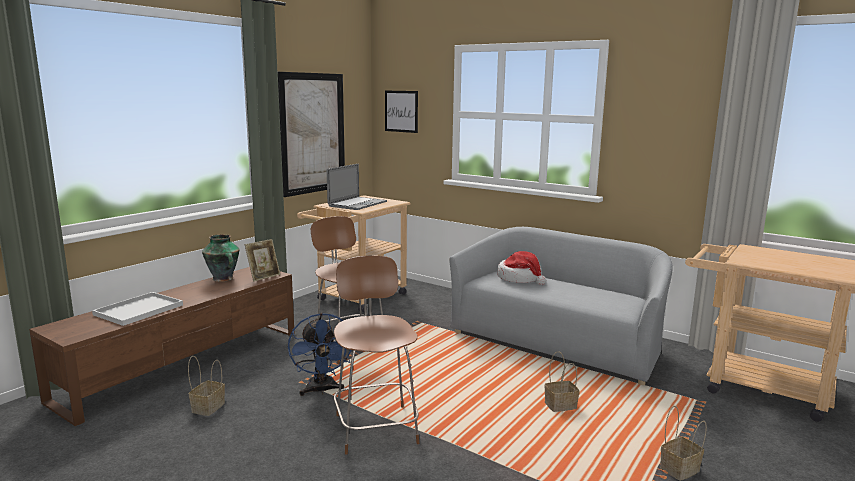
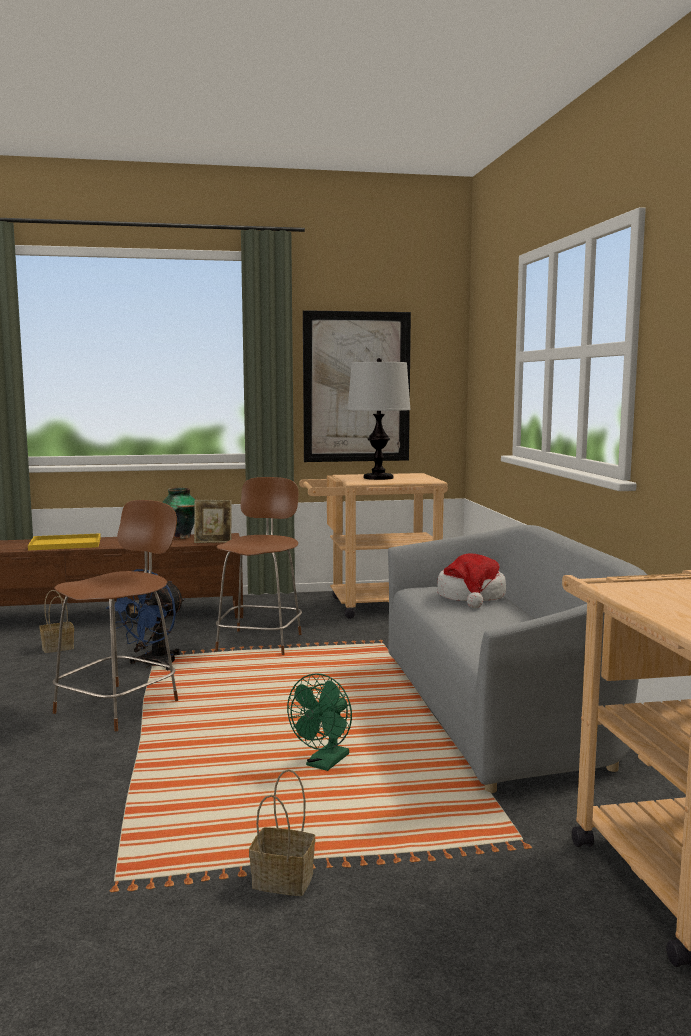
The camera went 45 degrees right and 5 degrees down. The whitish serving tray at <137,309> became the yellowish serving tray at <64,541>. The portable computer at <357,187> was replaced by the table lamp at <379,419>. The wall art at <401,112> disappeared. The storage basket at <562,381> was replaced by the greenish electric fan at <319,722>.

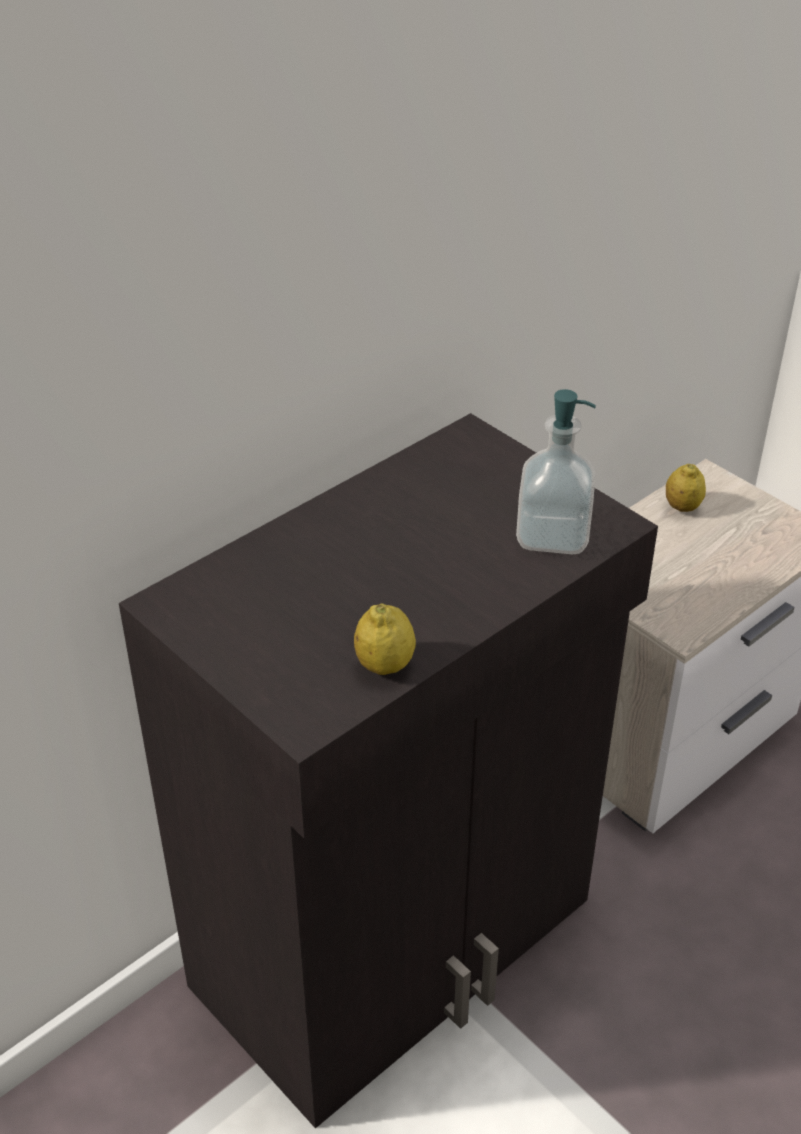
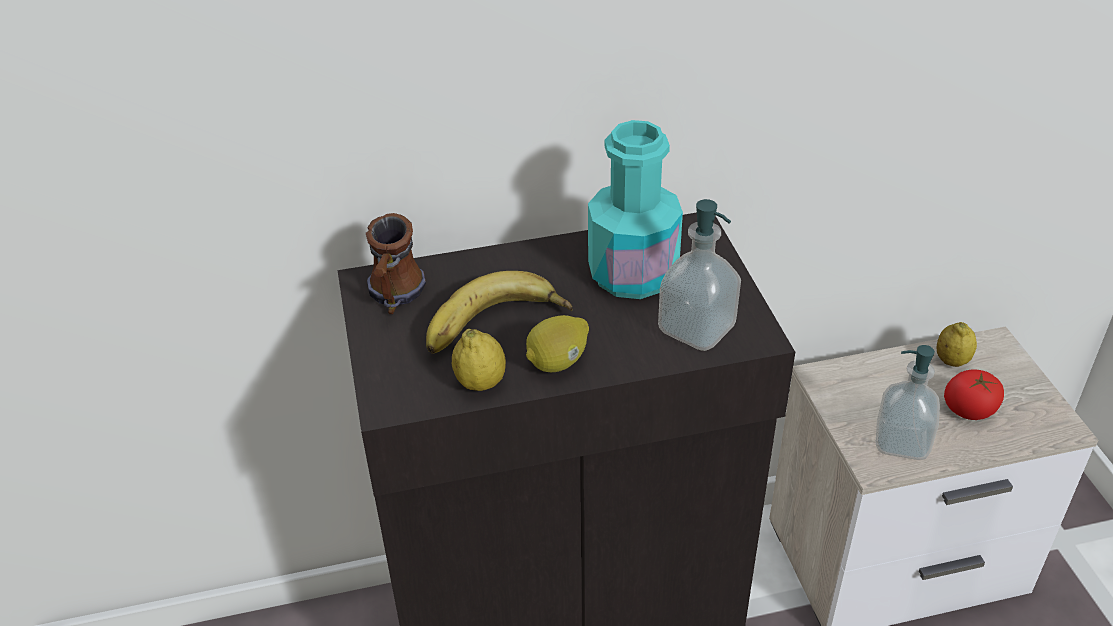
The camera went 30 degrees right and 0 degrees up. The tea mug at <396,263> appeared. The banana fruit at <499,312> appeared. The citrus fruit at <557,343> appeared. The turquoise-coloured drink bottle at <635,209> appeared. The soap dispenser at <908,402> appeared. The tomato at <974,394> appeared.

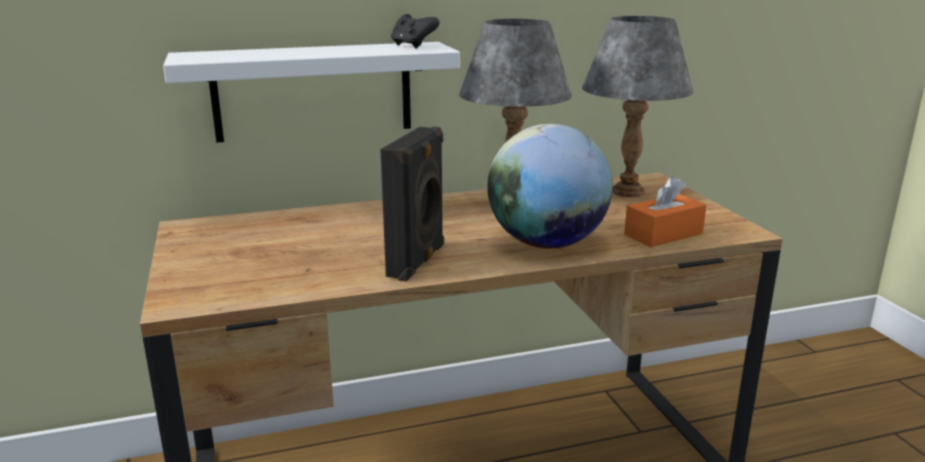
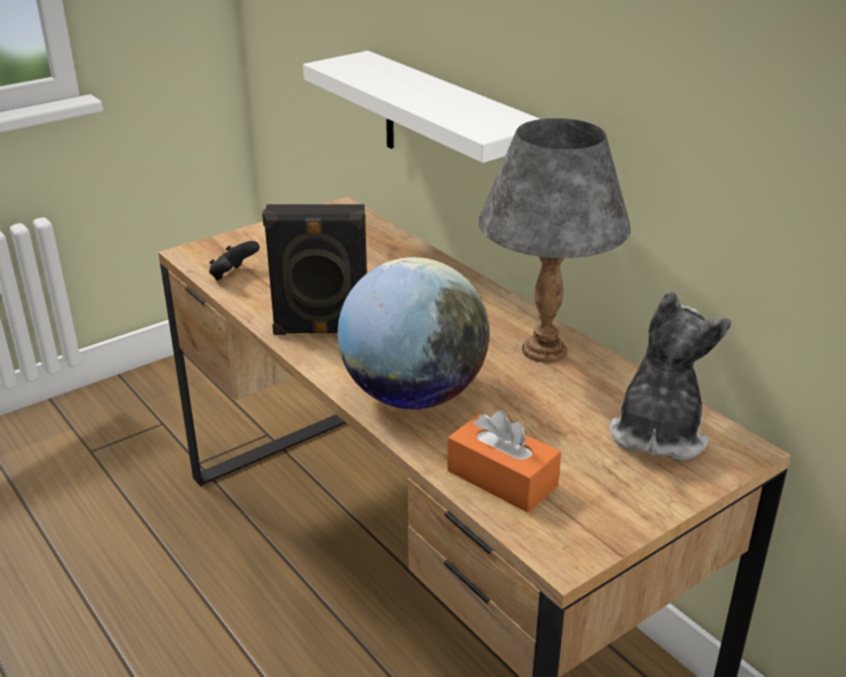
The camera went 70 degrees right and 10 degrees up. The black joypad moved from <415,31> to <234,261>. The grey table lamp at <637,106> was replaced by the plush toy at <670,376>.

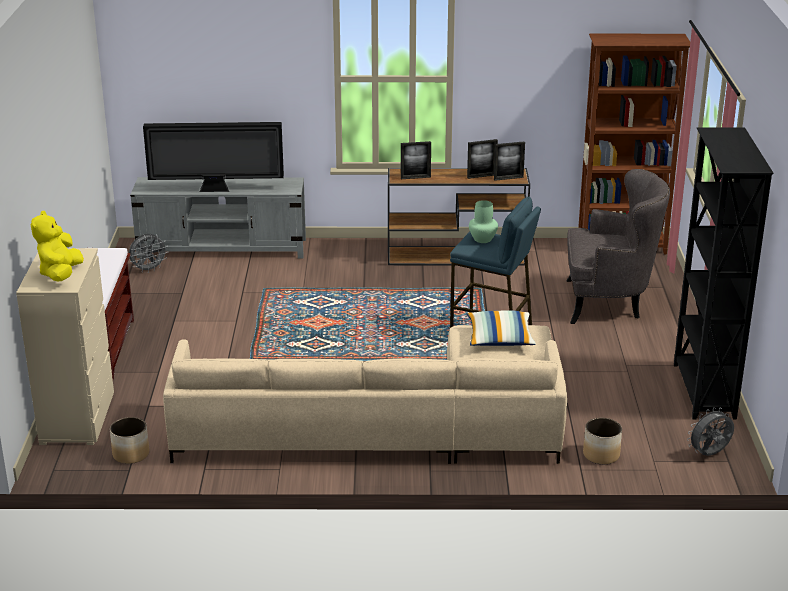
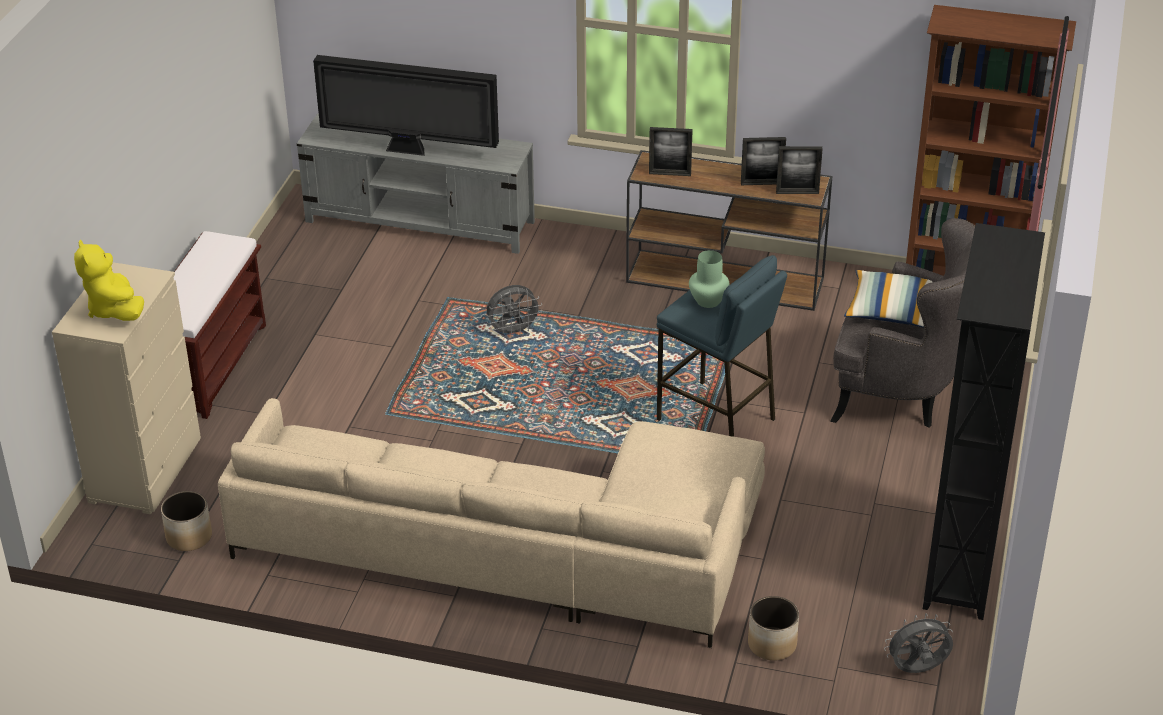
The camera went 15 degrees right and 10 degrees up. The yellowish plush toy at <57,246> turned 45 degrees counterclockwise. The grey electric fan moved from <148,253> to <514,311>. The pillow moved from <501,328> to <888,299>.

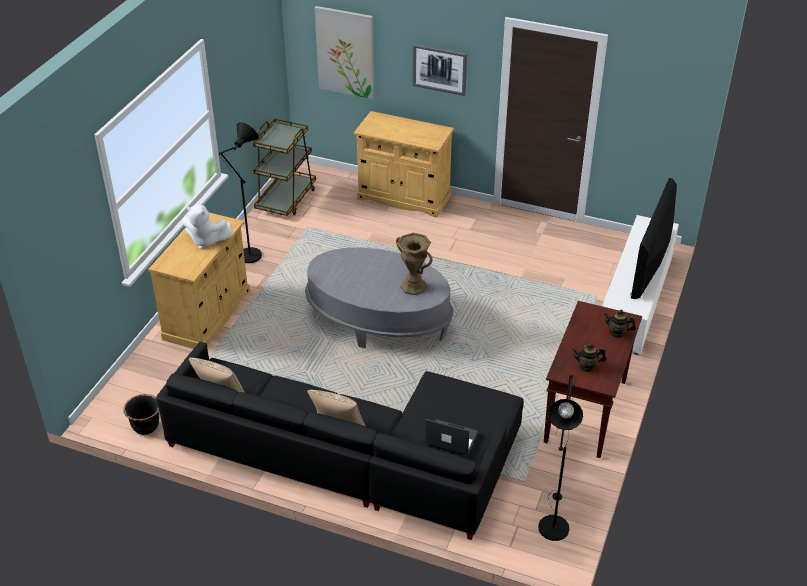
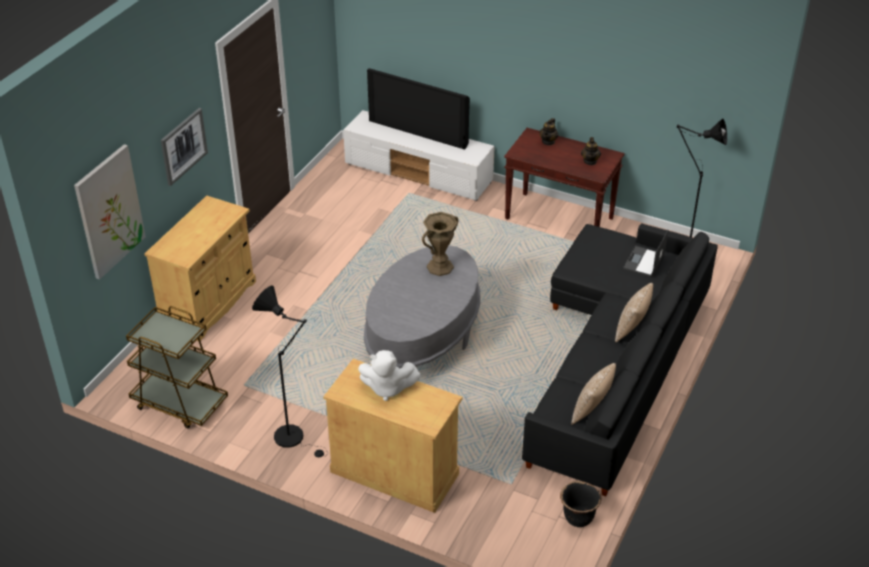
The camera went 85 degrees left and 0 degrees up. The whitish plush toy at <207,227> turned 75 degrees clockwise.

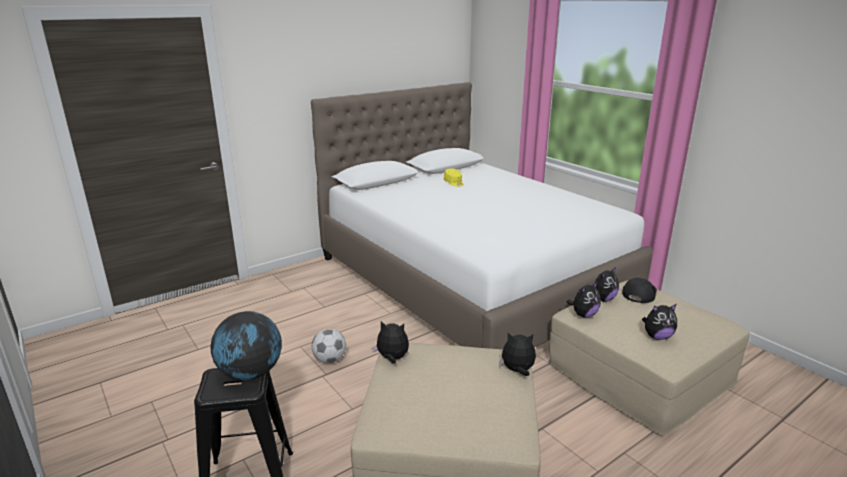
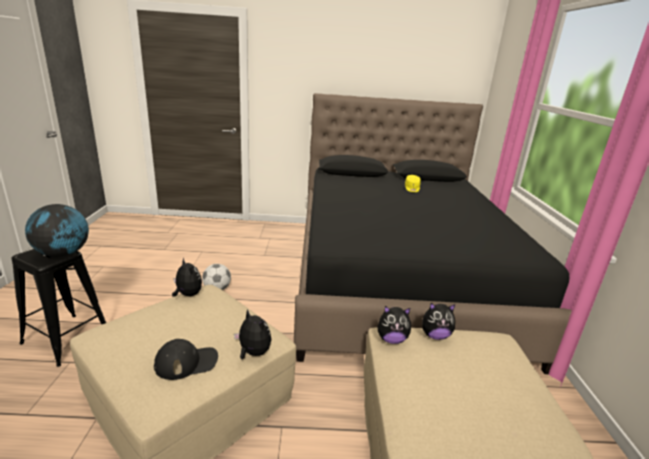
The camera went 35 degrees right and 0 degrees up. The whitish sleeping bed at <481,215> became the black sleeping bed at <433,233>. The black peaked cap moved from <639,290> to <186,359>. The plush toy at <659,322> disappeared.

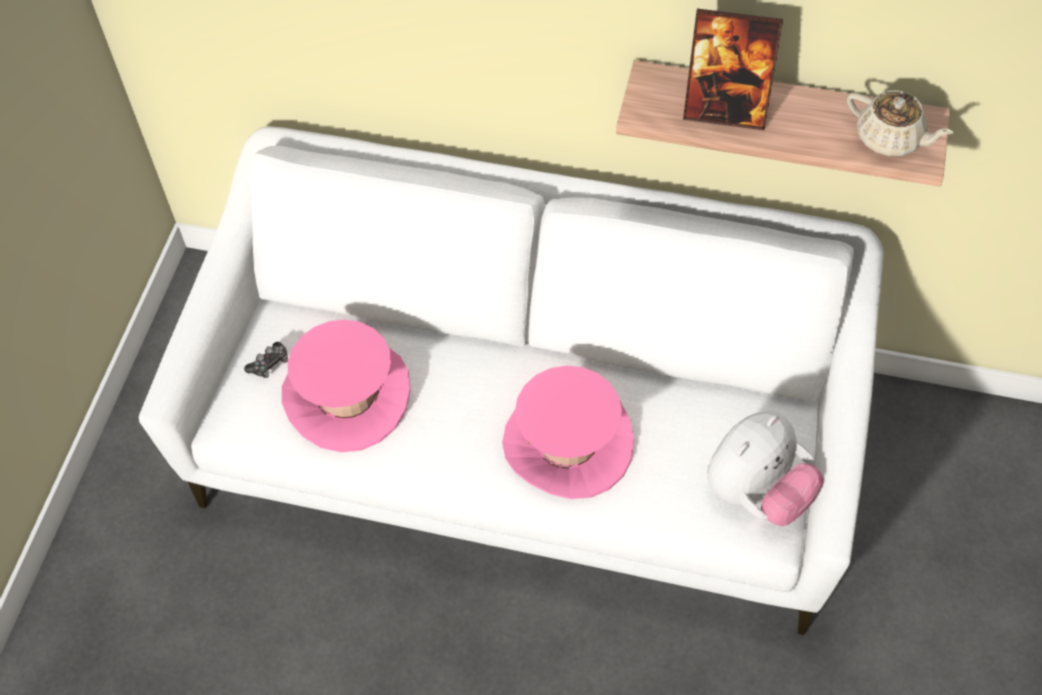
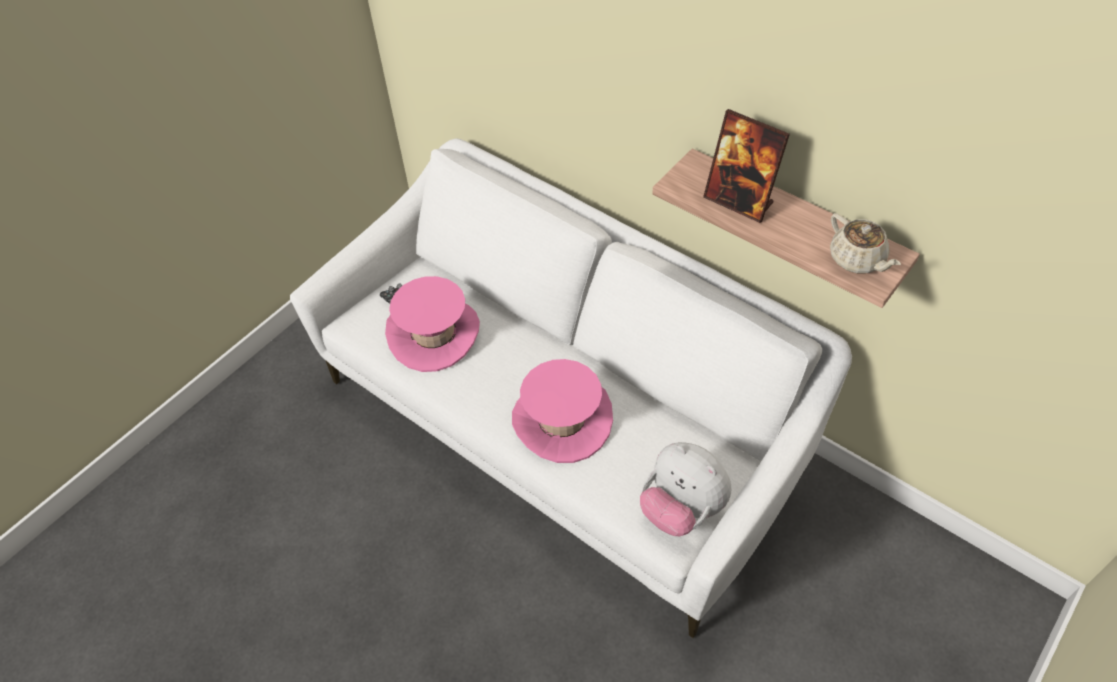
The camera went 25 degrees right and 5 degrees down. The plush toy at <765,468> turned 60 degrees clockwise.

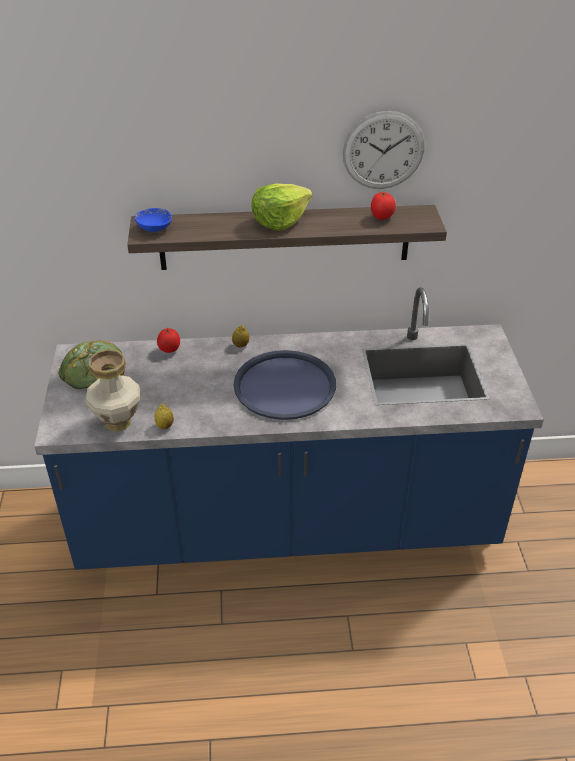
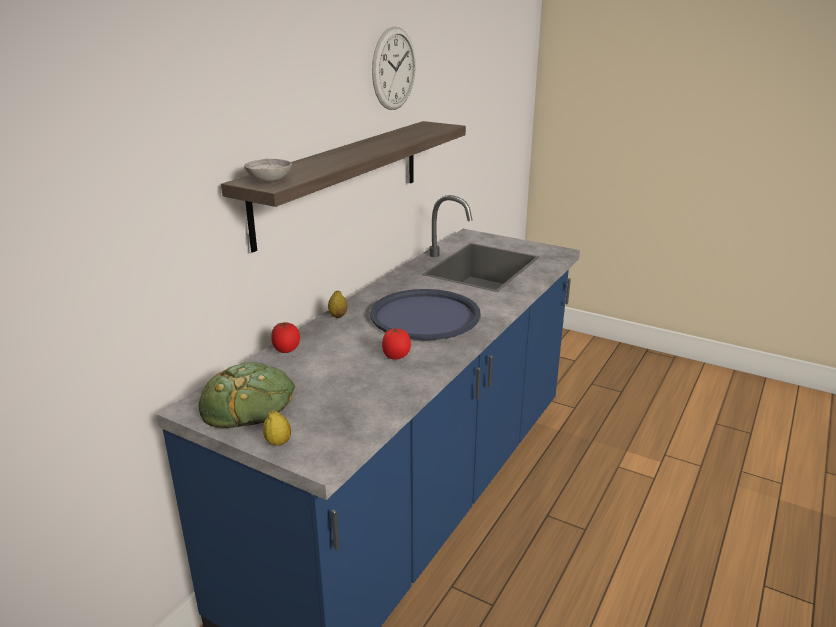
The camera went 55 degrees left and 15 degrees down. The flower vase at <113,390> disappeared. The blue serving bowl at <153,220> became the grey serving bowl at <268,170>. The citrus fruit moved from <164,416> to <277,428>. The head of lettuce at <282,207> disappeared. The tomato moved from <383,206> to <396,344>.

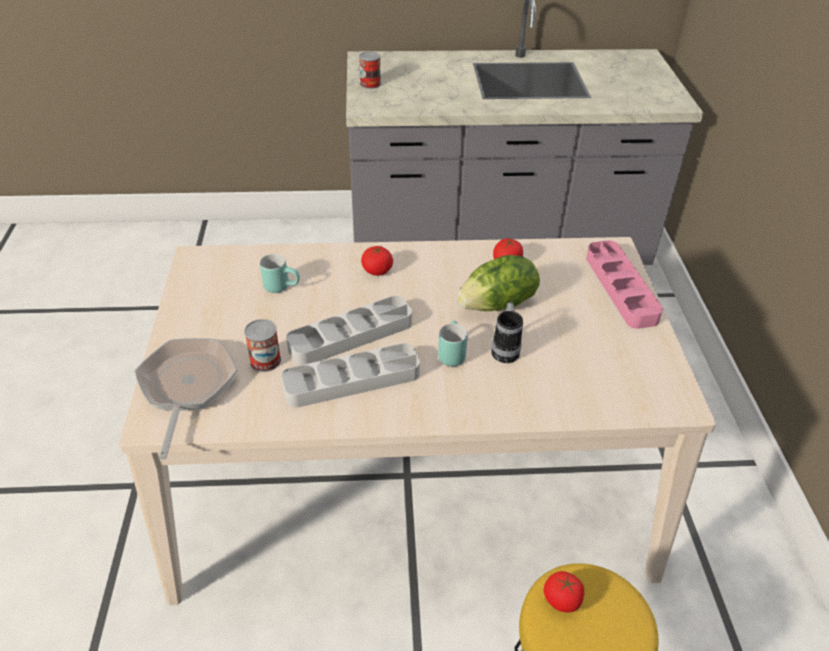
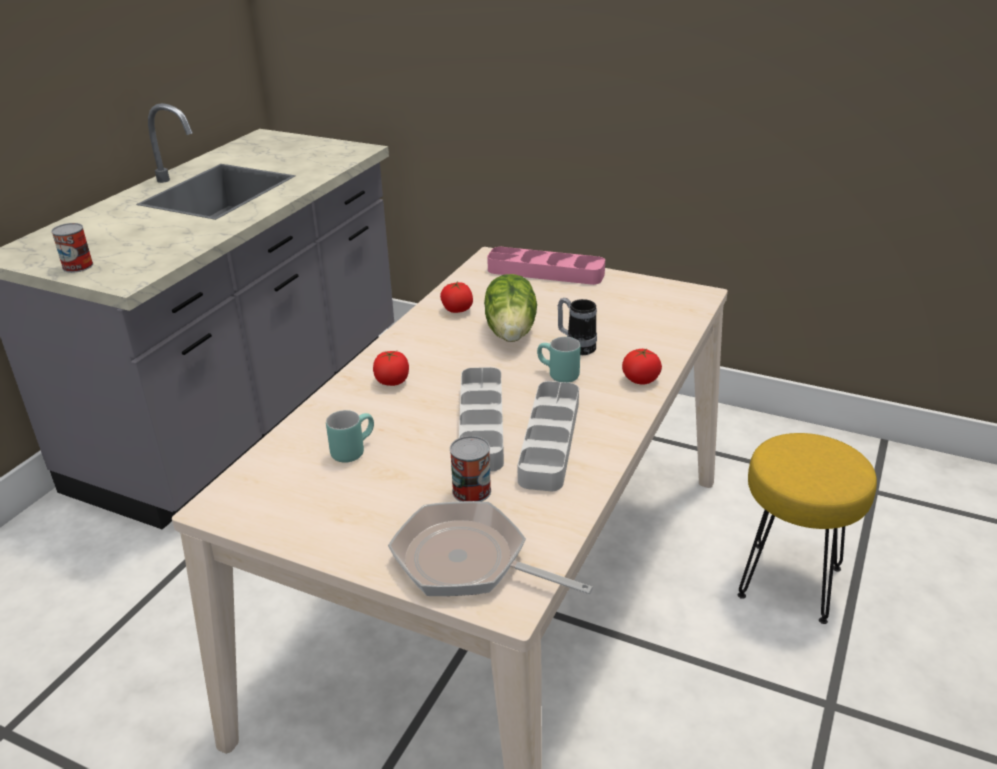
The camera went 60 degrees left and 10 degrees down. The tomato moved from <564,592> to <642,366>.

